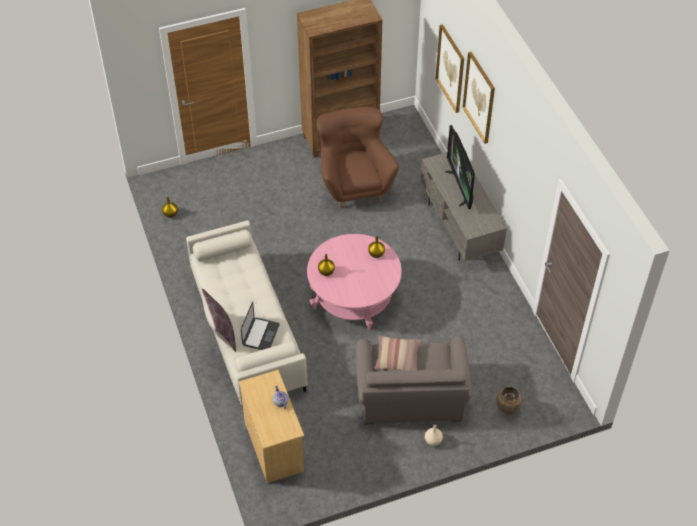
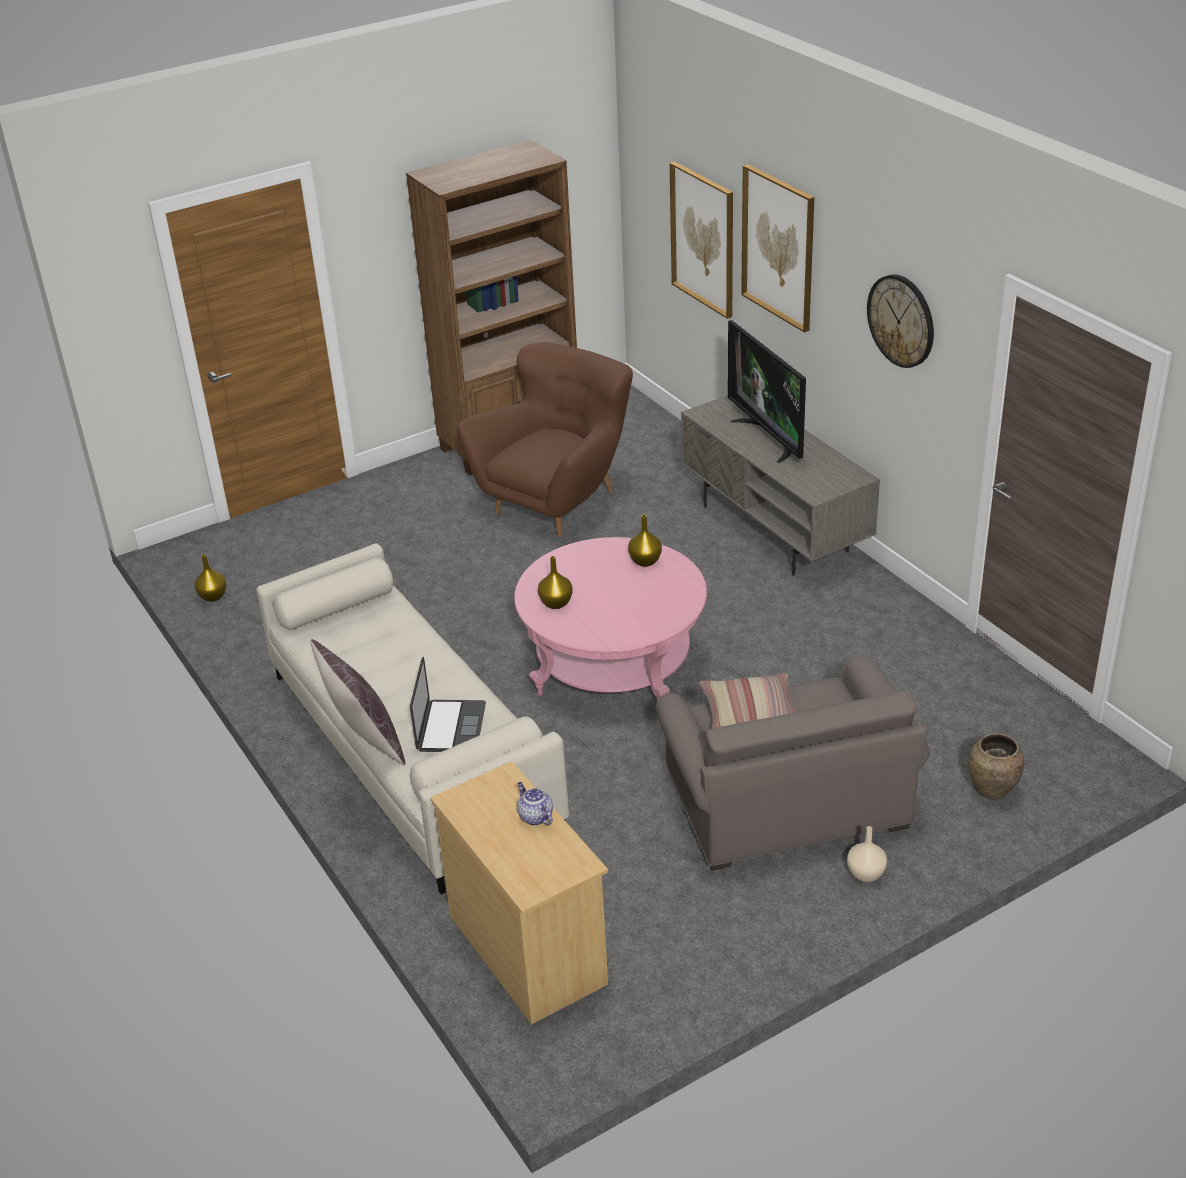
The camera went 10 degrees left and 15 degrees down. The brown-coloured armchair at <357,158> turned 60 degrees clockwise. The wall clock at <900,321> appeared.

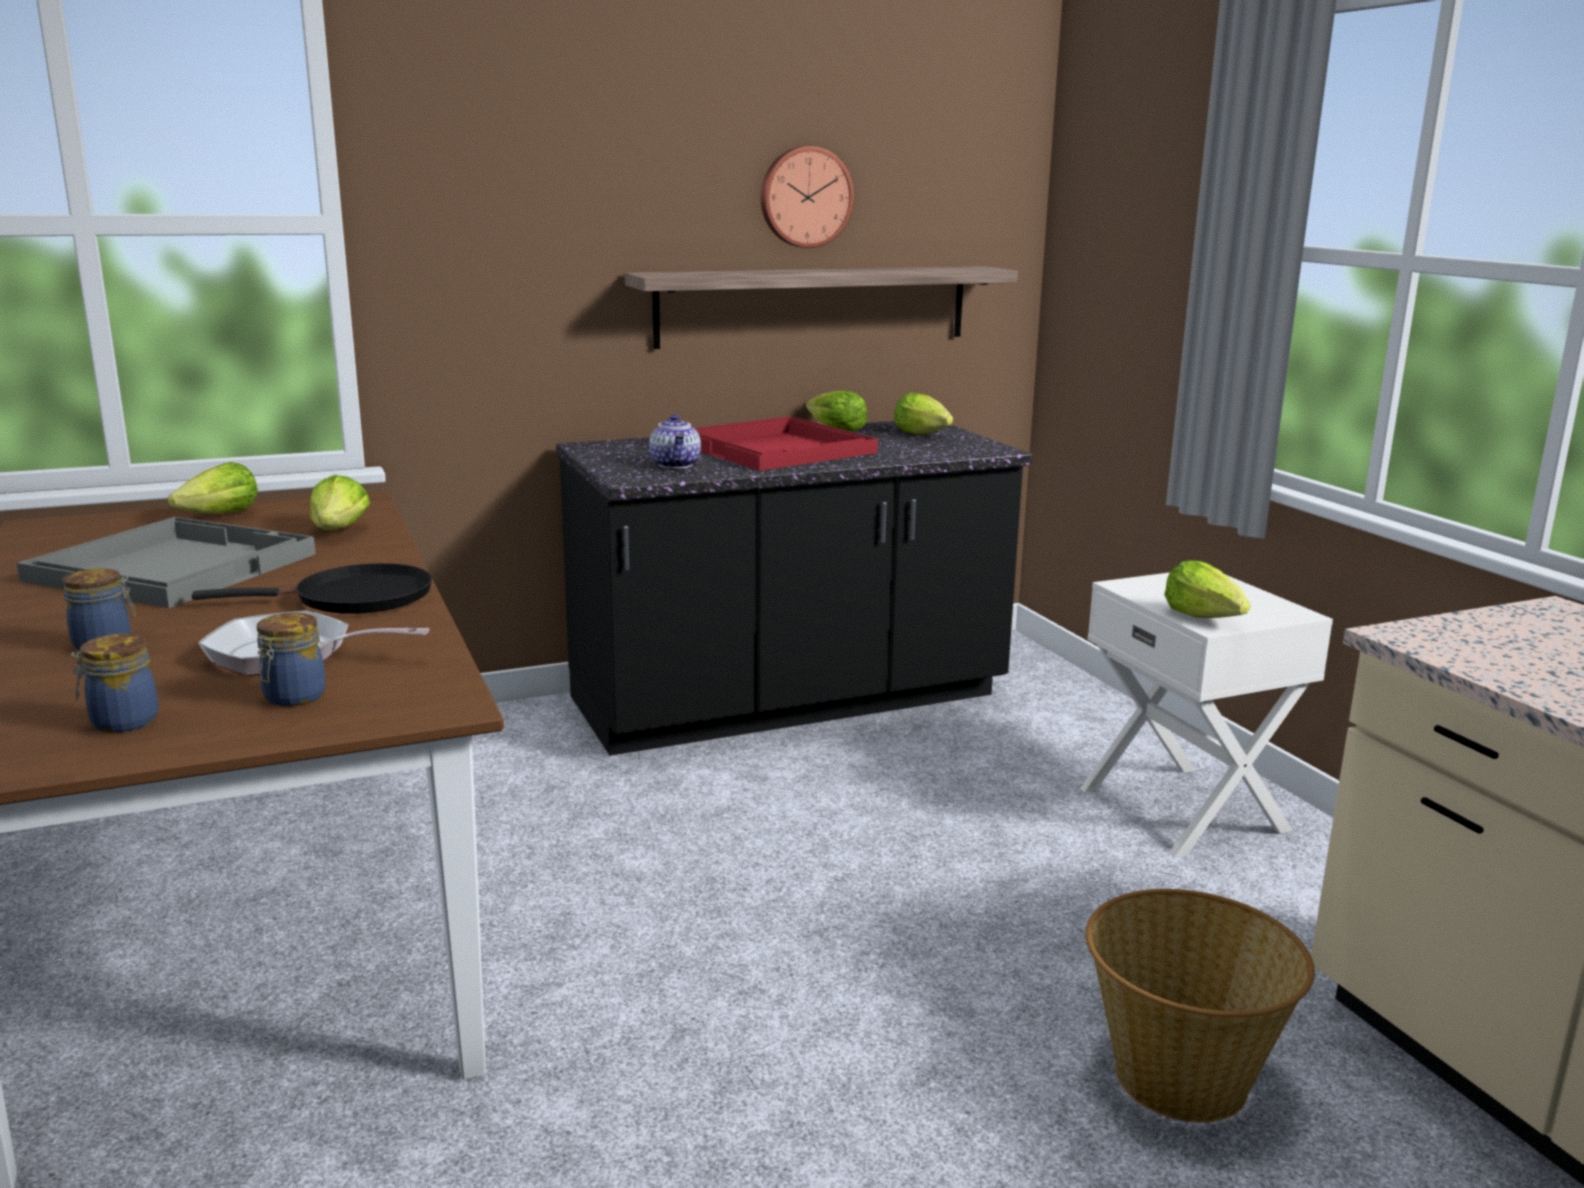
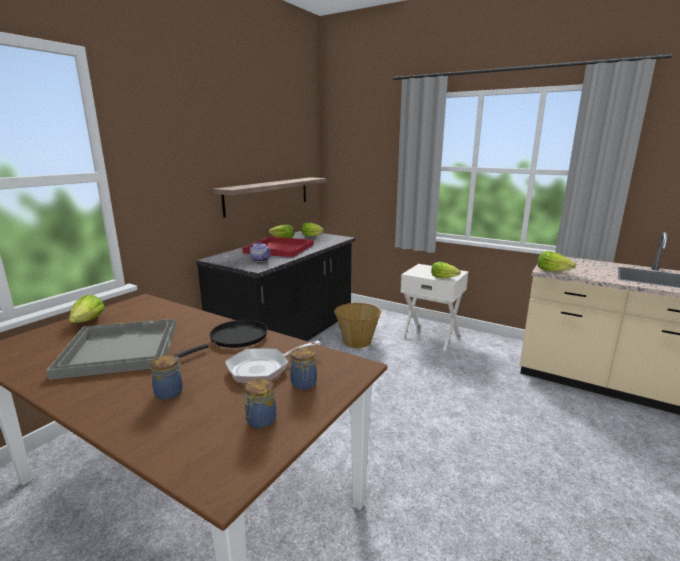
The camera went 35 degrees left and 0 degrees up. The head of lettuce moved from <340,502> to <556,261>. The wall clock at <807,197> disappeared. The storage basket moved from <1200,1006> to <357,325>.

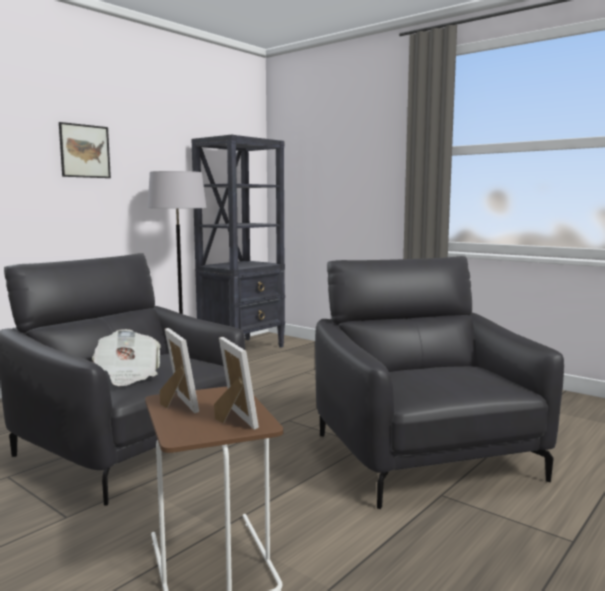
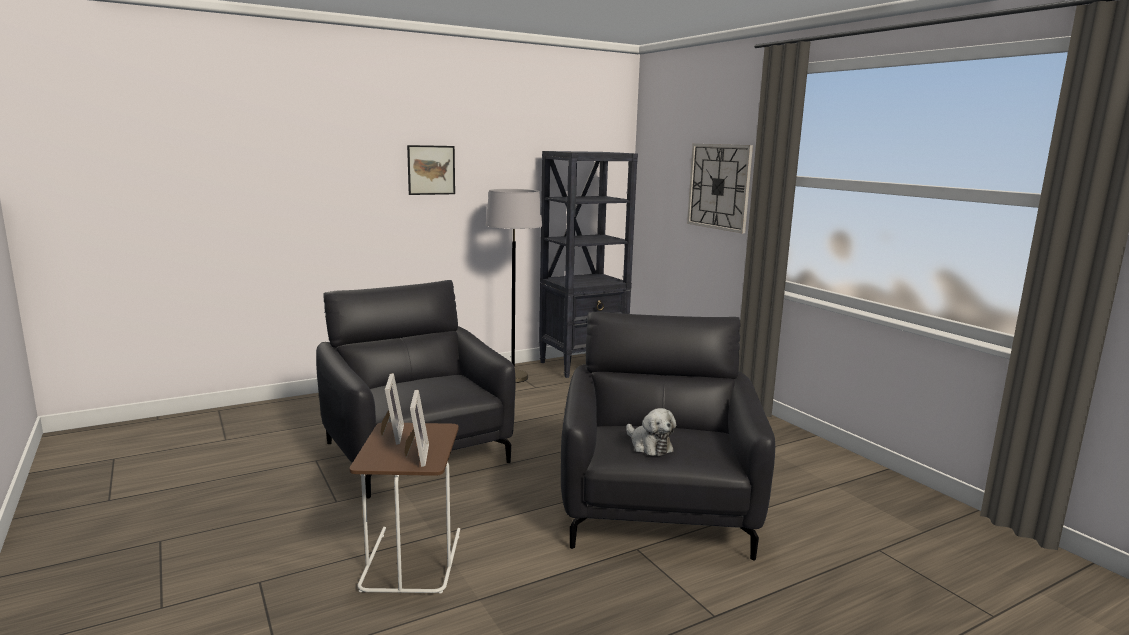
The camera went 20 degrees right and 5 degrees up. The newspaper at <126,357> disappeared. The plush toy at <651,432> appeared. The wall clock at <720,188> appeared.

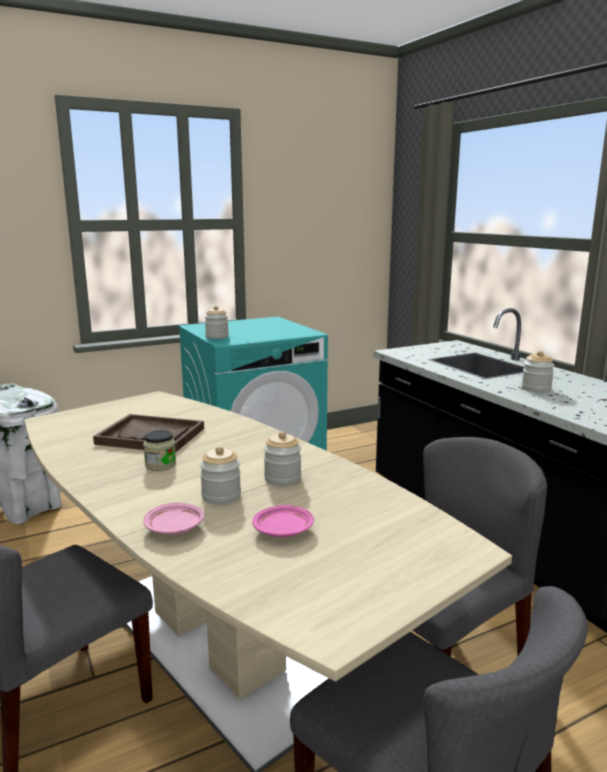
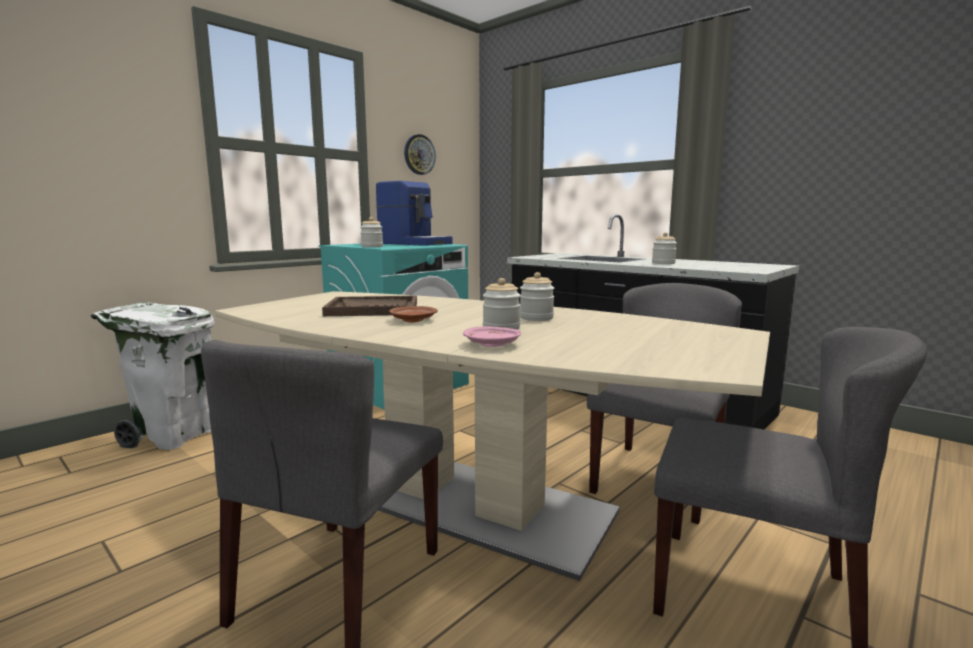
The camera went 20 degrees left and 5 degrees down. The jar at <159,450> was replaced by the brown-coloured flat dish at <413,314>. The pink-coloured flat dish at <283,521> disappeared. The coffee maker at <414,213> appeared. The wall clock at <420,154> appeared.

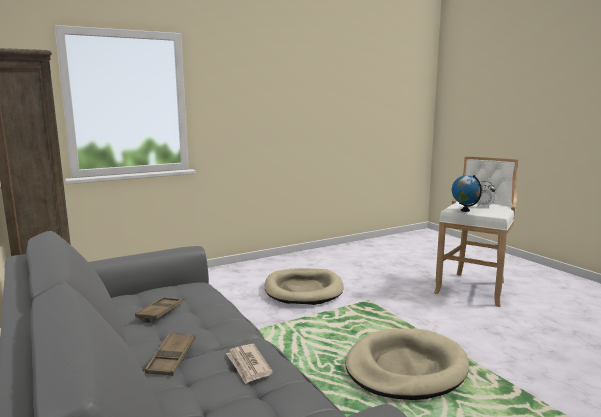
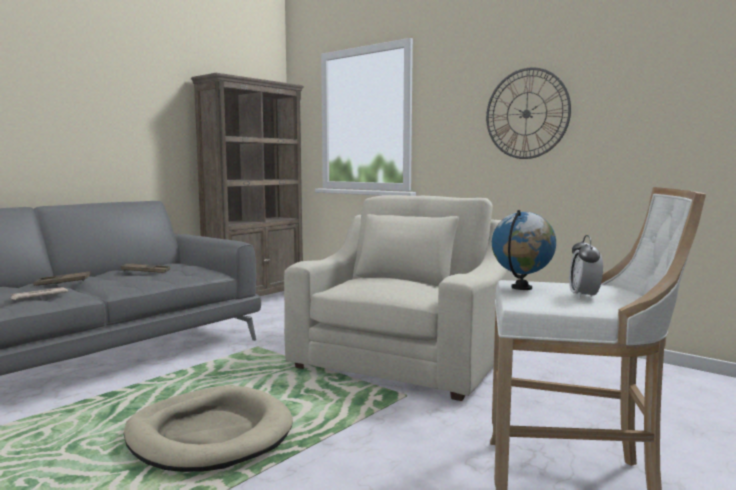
The camera went 70 degrees right and 5 degrees down. The beige pet bed at <303,286> was replaced by the beige armchair at <400,298>. The wall clock at <528,113> appeared.

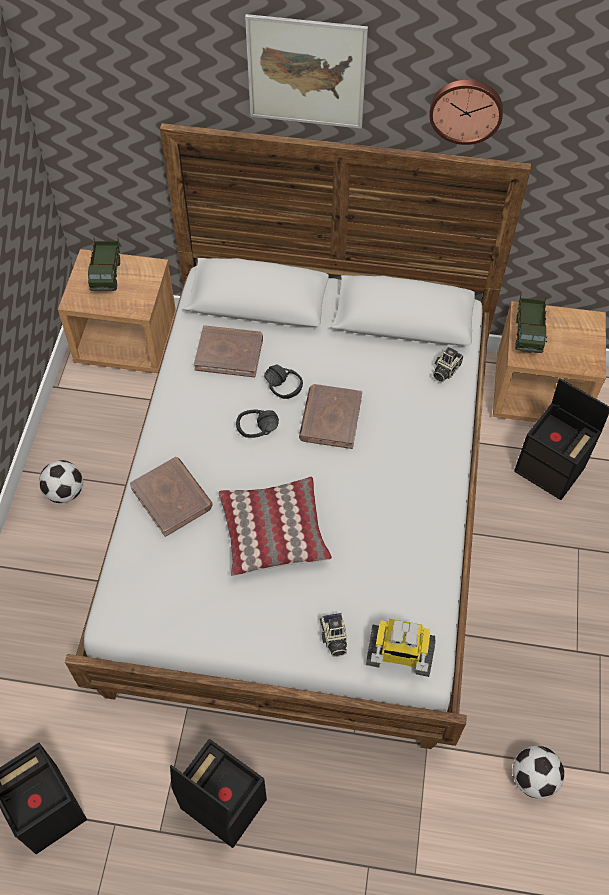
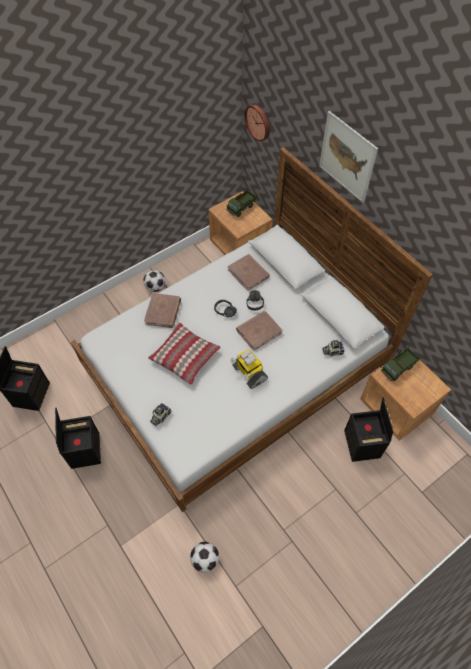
The camera went 45 degrees right and 0 degrees up. The toy robot moved from <400,648> to <249,369>. The wall clock moved from <466,112> to <257,123>.

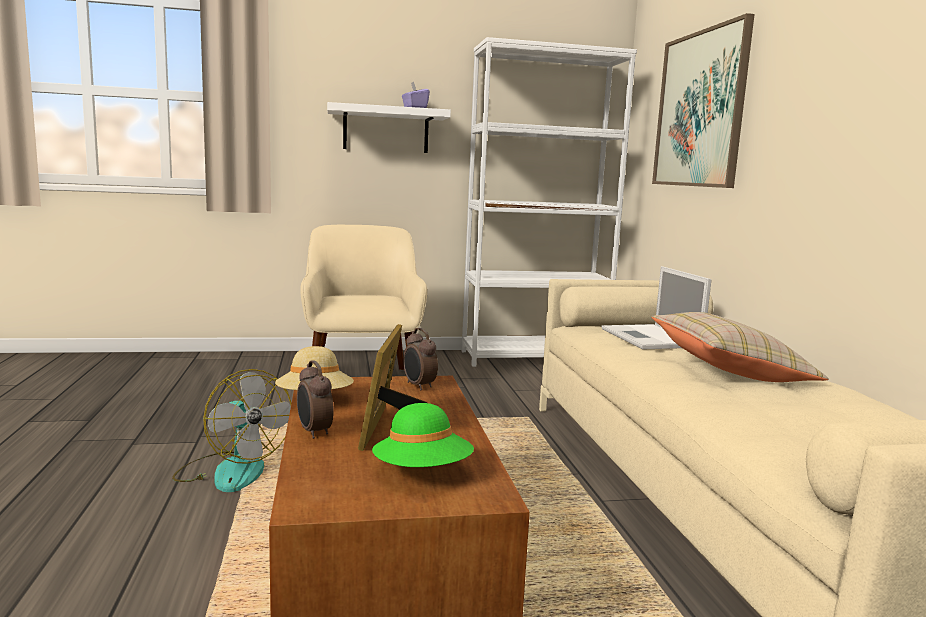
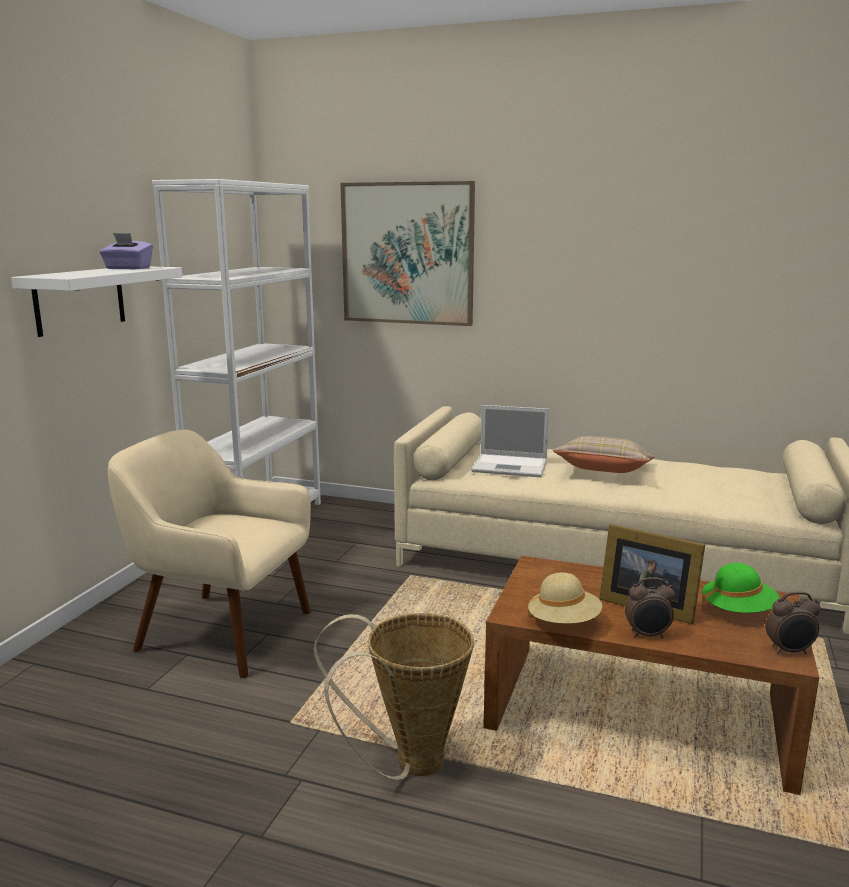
The camera went 60 degrees left and 5 degrees up. The electric fan at <231,430> was replaced by the storage basket at <393,696>. The bedside clock moved from <420,359> to <793,623>.

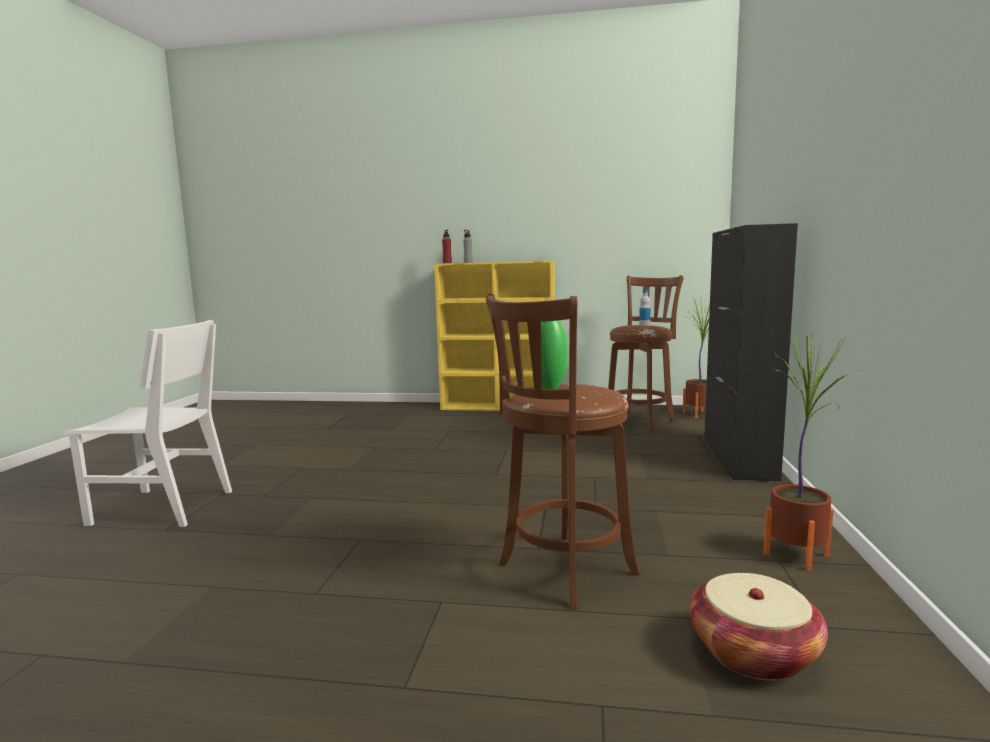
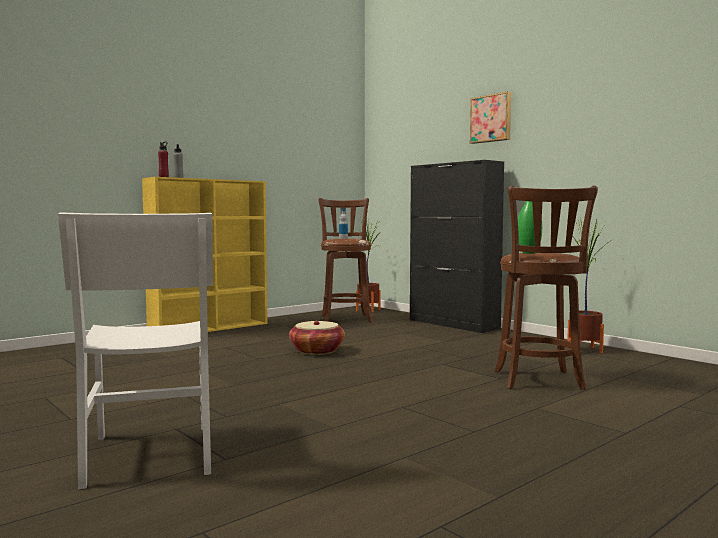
The camera went 50 degrees left and 5 degrees down. The whitish plain chair at <148,423> turned 120 degrees clockwise. The storage basket moved from <759,627> to <317,338>. The wall art at <490,118> appeared.

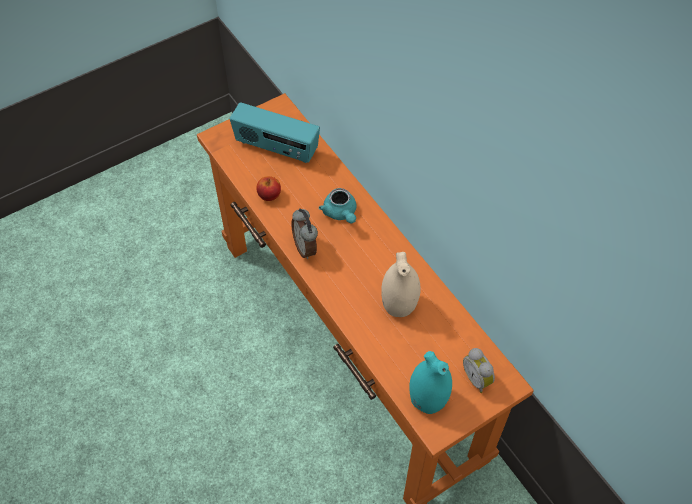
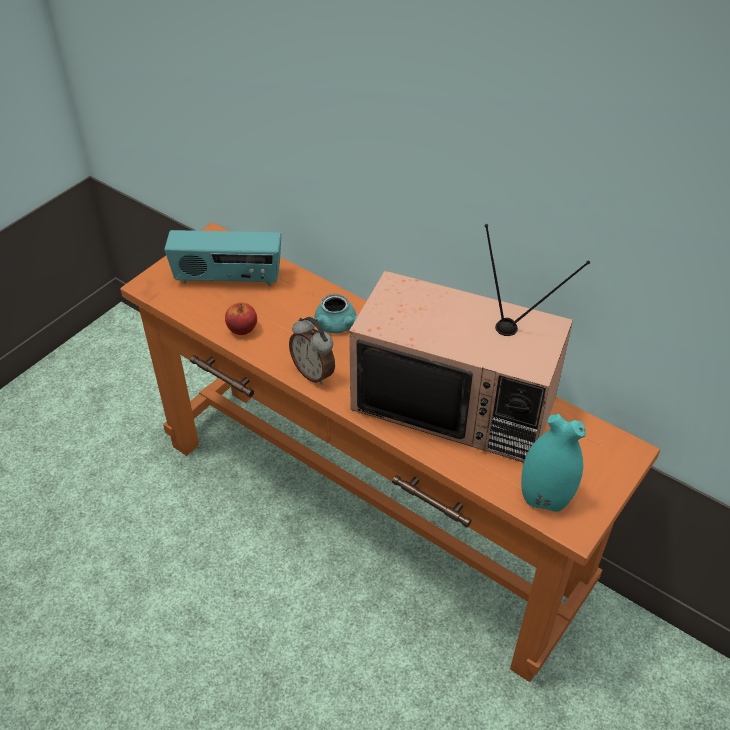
The camera went 20 degrees left and 10 degrees down. The beige flower vase at <401,284> was replaced by the TV at <469,343>. The bedside clock at <479,370> disappeared.

